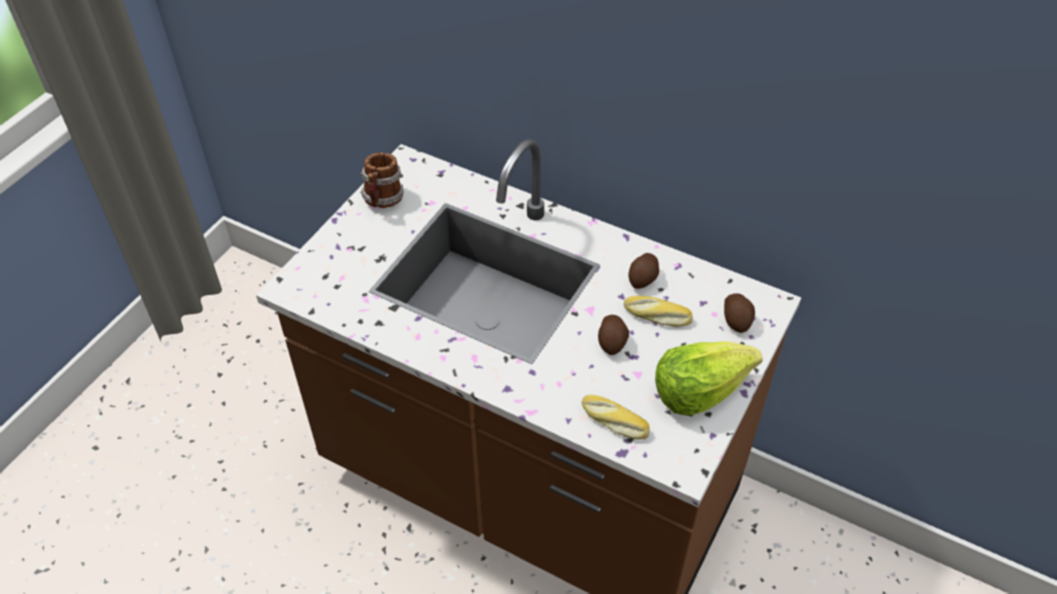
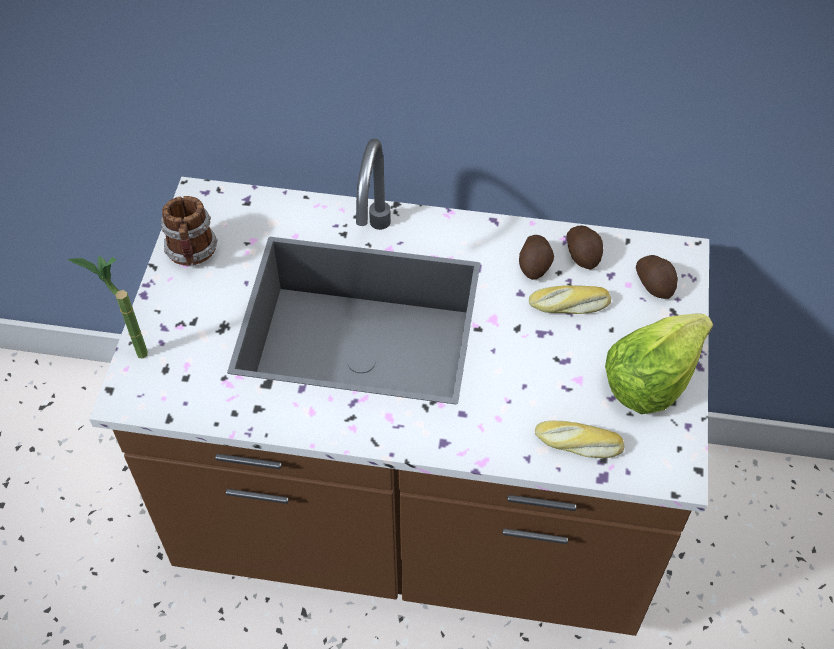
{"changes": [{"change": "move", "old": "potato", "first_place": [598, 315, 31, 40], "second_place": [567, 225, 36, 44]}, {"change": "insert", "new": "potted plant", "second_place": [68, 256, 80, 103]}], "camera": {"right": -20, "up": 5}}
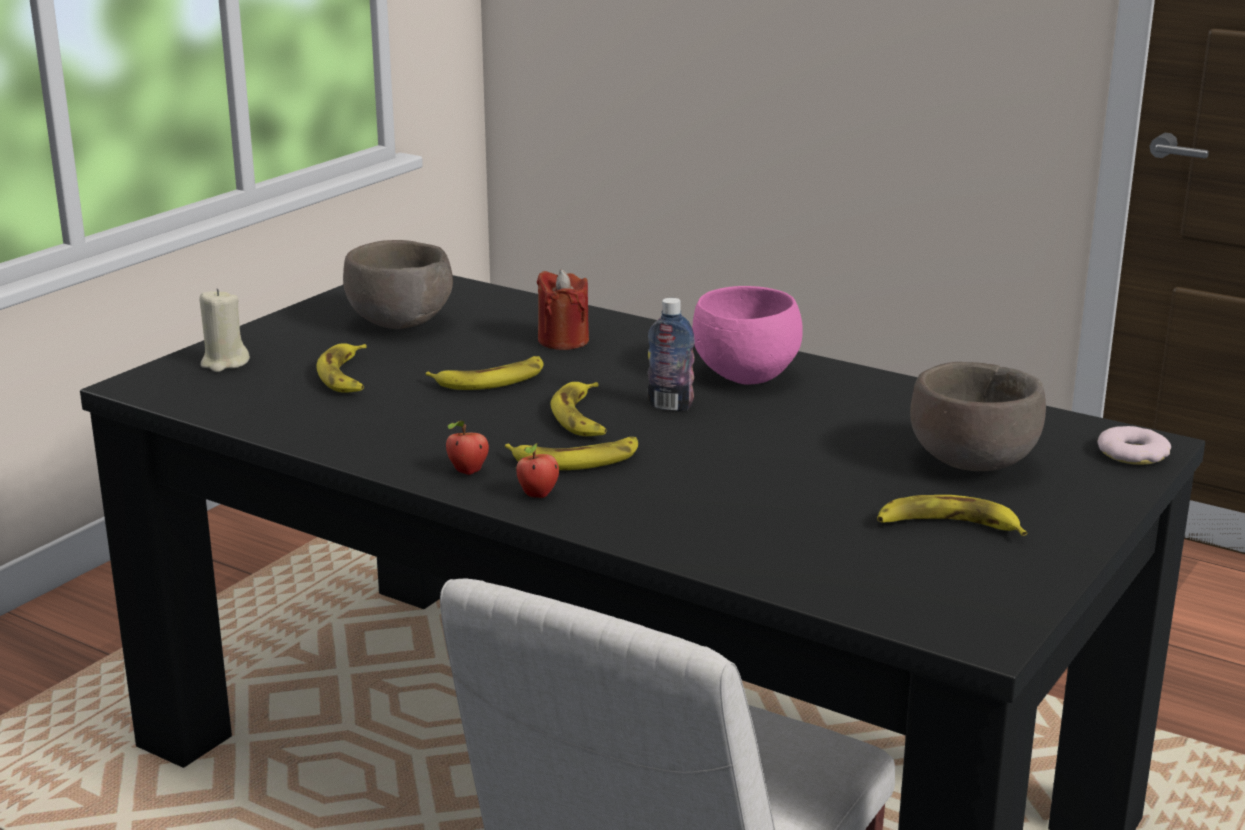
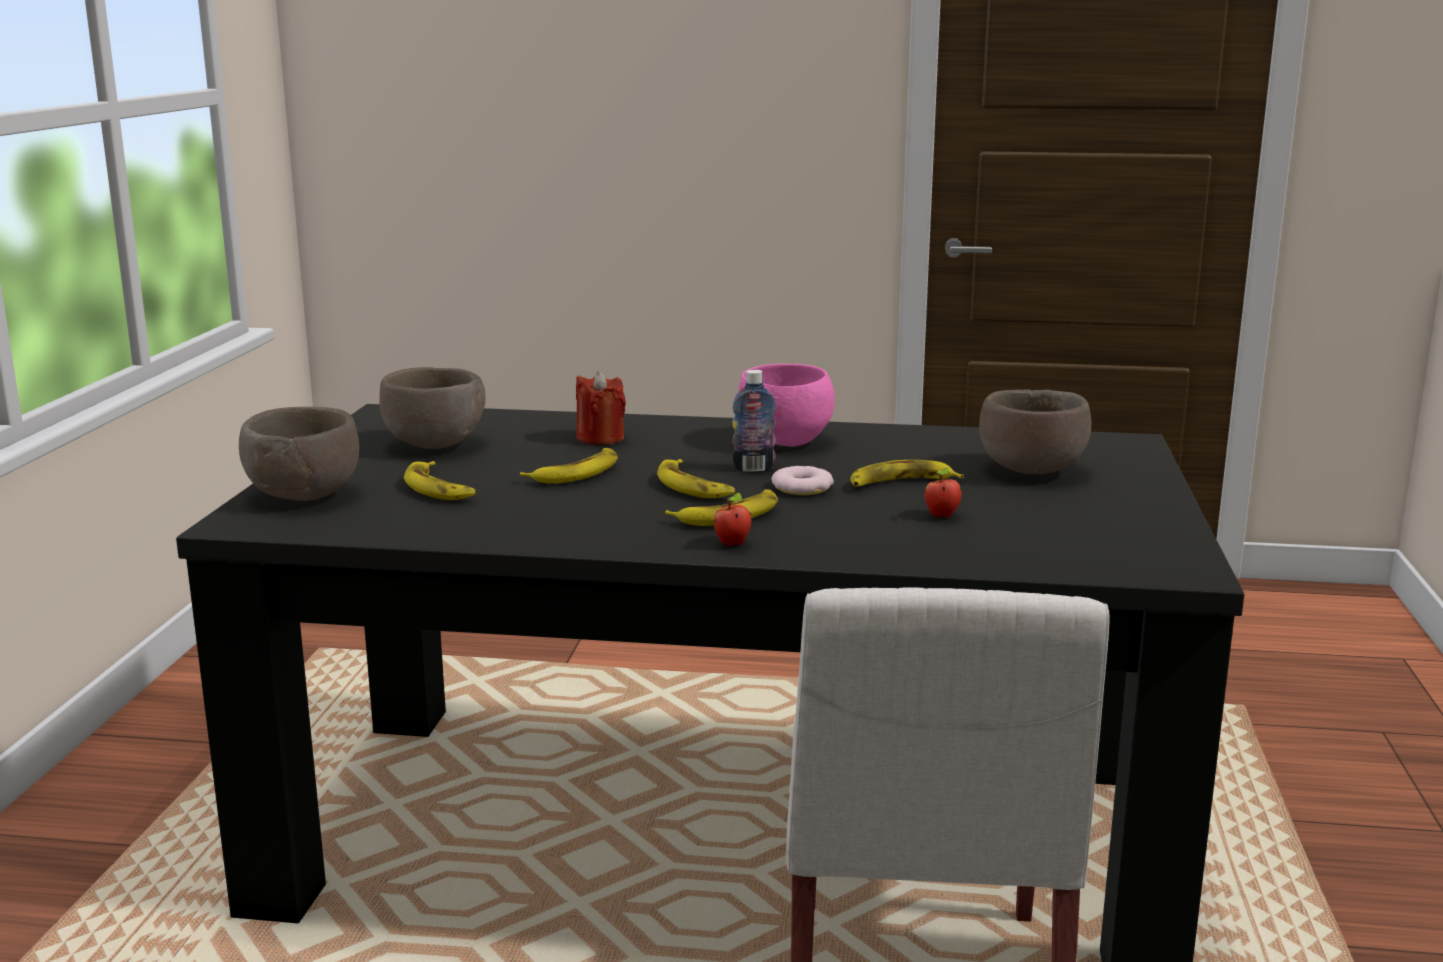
{"changes": [{"change": "replace", "old": "beige candle", "new": "brown bowl", "first_place": [199, 288, 51, 84], "second_place": [239, 407, 120, 94]}, {"change": "move", "old": "apple", "first_place": [446, 421, 43, 54], "second_place": [924, 467, 38, 51]}, {"change": "move", "old": "banana", "first_place": [877, 495, 151, 41], "second_place": [850, 460, 114, 27]}, {"change": "move", "old": "donut", "first_place": [1097, 426, 74, 39], "second_place": [771, 466, 63, 29]}], "camera": {"right": -25, "up": -5}}
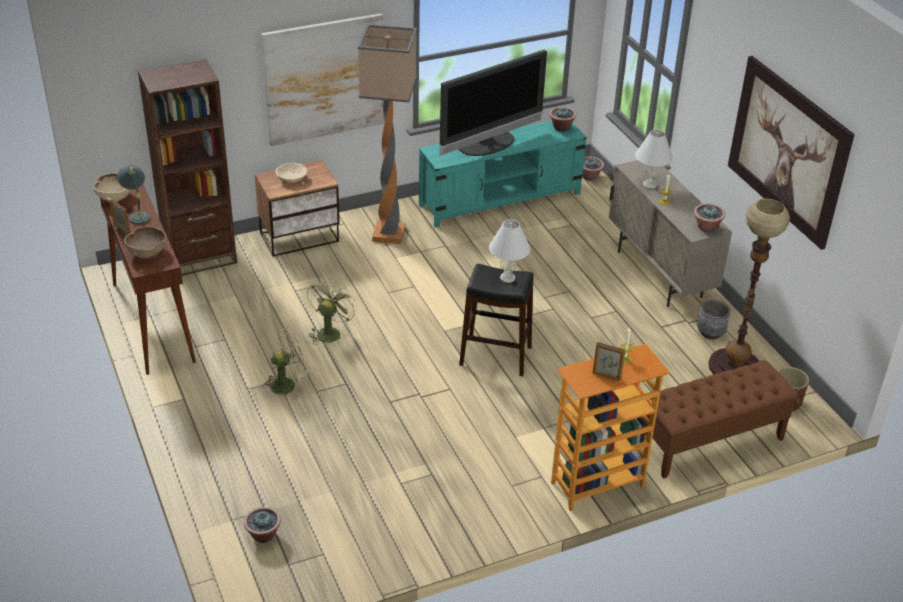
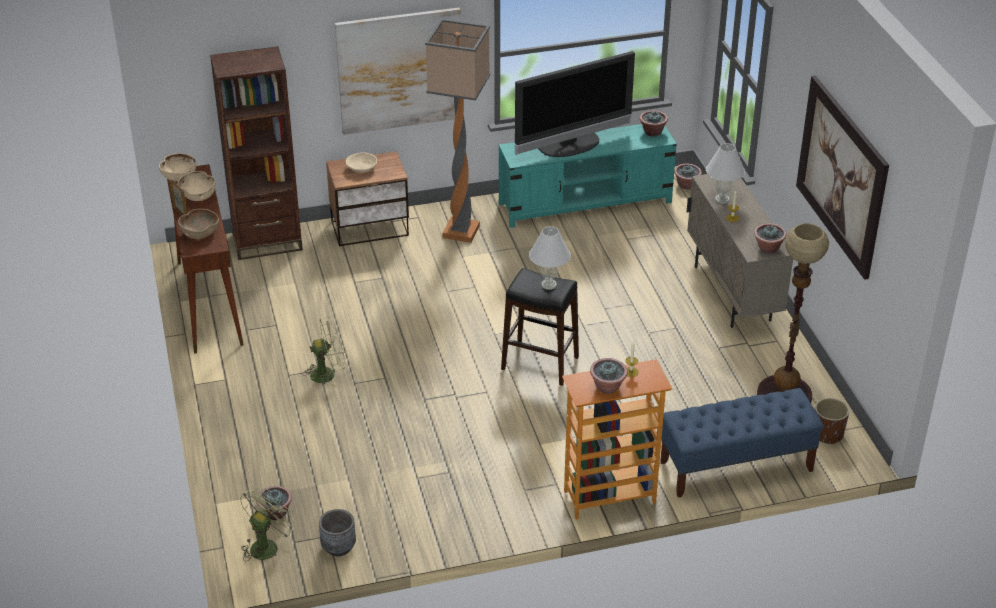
{"changes": [{"change": "replace", "old": "grey table lamp", "new": "beige bowl", "first_place": [117, 165, 33, 60], "second_place": [177, 171, 38, 30]}, {"change": "move", "old": "green fan", "first_place": [307, 278, 51, 67], "second_place": [240, 486, 57, 75]}, {"change": "replace", "old": "picture frame", "new": "potted plant", "first_place": [593, 342, 33, 39], "second_place": [590, 358, 38, 36]}, {"change": "recolor", "old": "brown bench", "new": "blue bench", "first_place": [645, 360, 153, 119], "second_place": [660, 388, 164, 110]}, {"change": "move", "old": "grey planter", "first_place": [697, 300, 33, 40], "second_place": [319, 509, 37, 47]}], "camera": {"right": 10, "up": 0}}
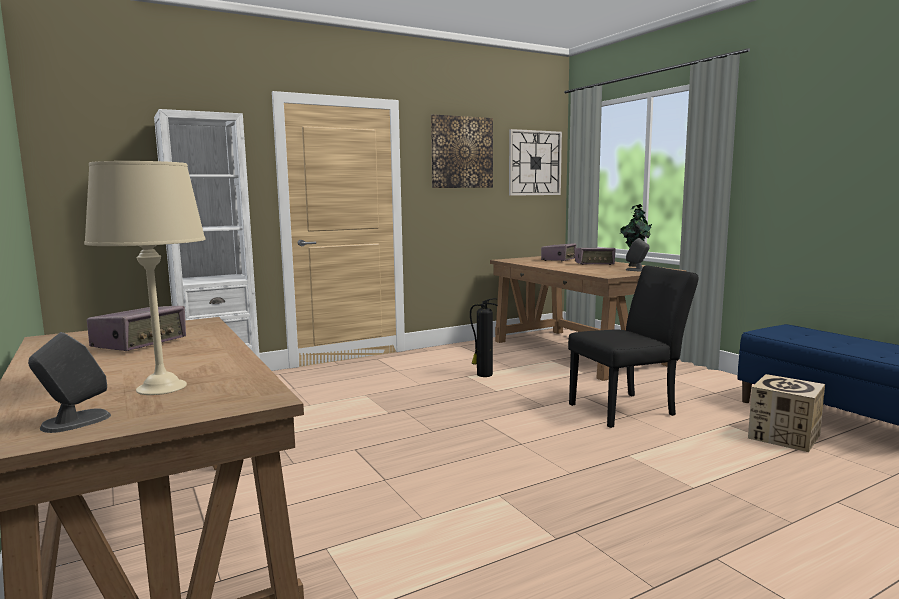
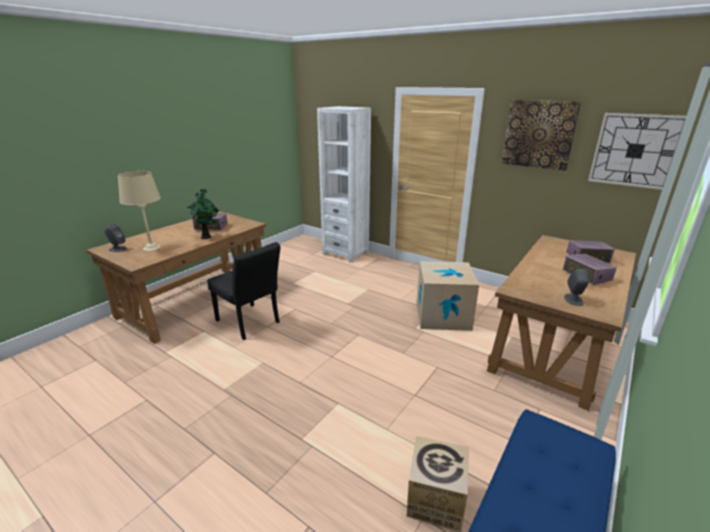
{"changes": [{"change": "replace", "old": "fire extinguisher", "new": "cardboard box", "first_place": [470, 298, 28, 79], "second_place": [417, 261, 62, 70]}, {"change": "move", "old": "black chair", "first_place": [568, 265, 131, 163], "second_place": [207, 242, 73, 98]}, {"change": "move", "old": "potted plant", "first_place": [620, 204, 32, 63], "second_place": [187, 189, 32, 50]}], "camera": {"right": 65, "up": 15}}
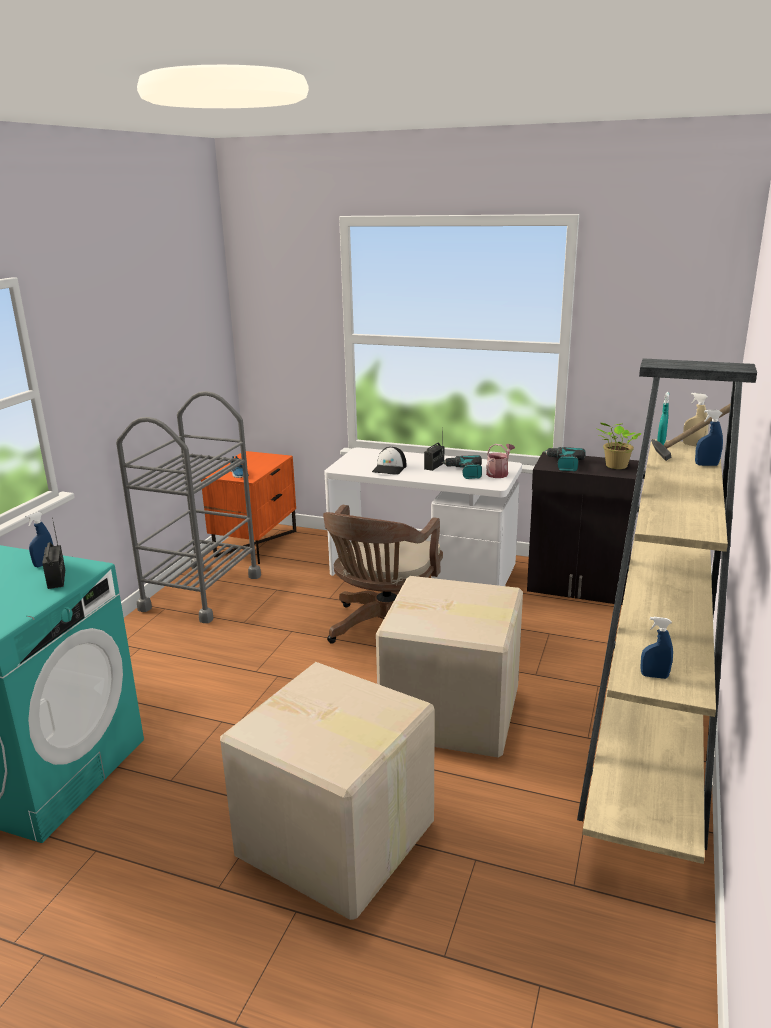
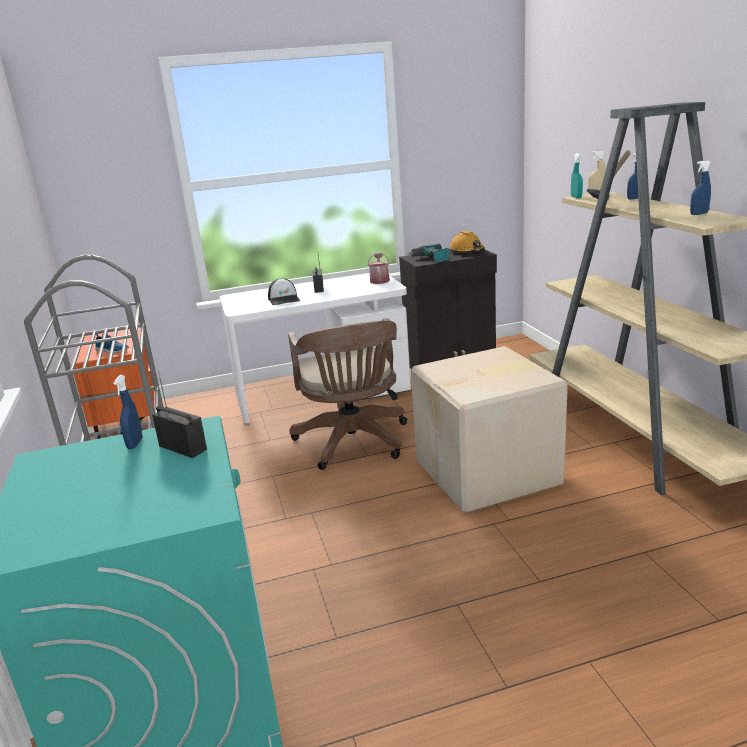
{"changes": [{"change": "delete", "old": "cardboard box", "first_place": [220, 662, 215, 258]}, {"change": "delete", "old": "power drill", "first_place": [441, 455, 41, 24]}, {"change": "replace", "old": "potted plant", "new": "orange hard hat", "first_place": [595, 423, 47, 46], "second_place": [450, 231, 35, 22]}, {"change": "move", "old": "blue spray bottle", "first_place": [641, 617, 32, 62], "second_place": [690, 160, 21, 55]}], "camera": {"right": -35, "up": 0}}
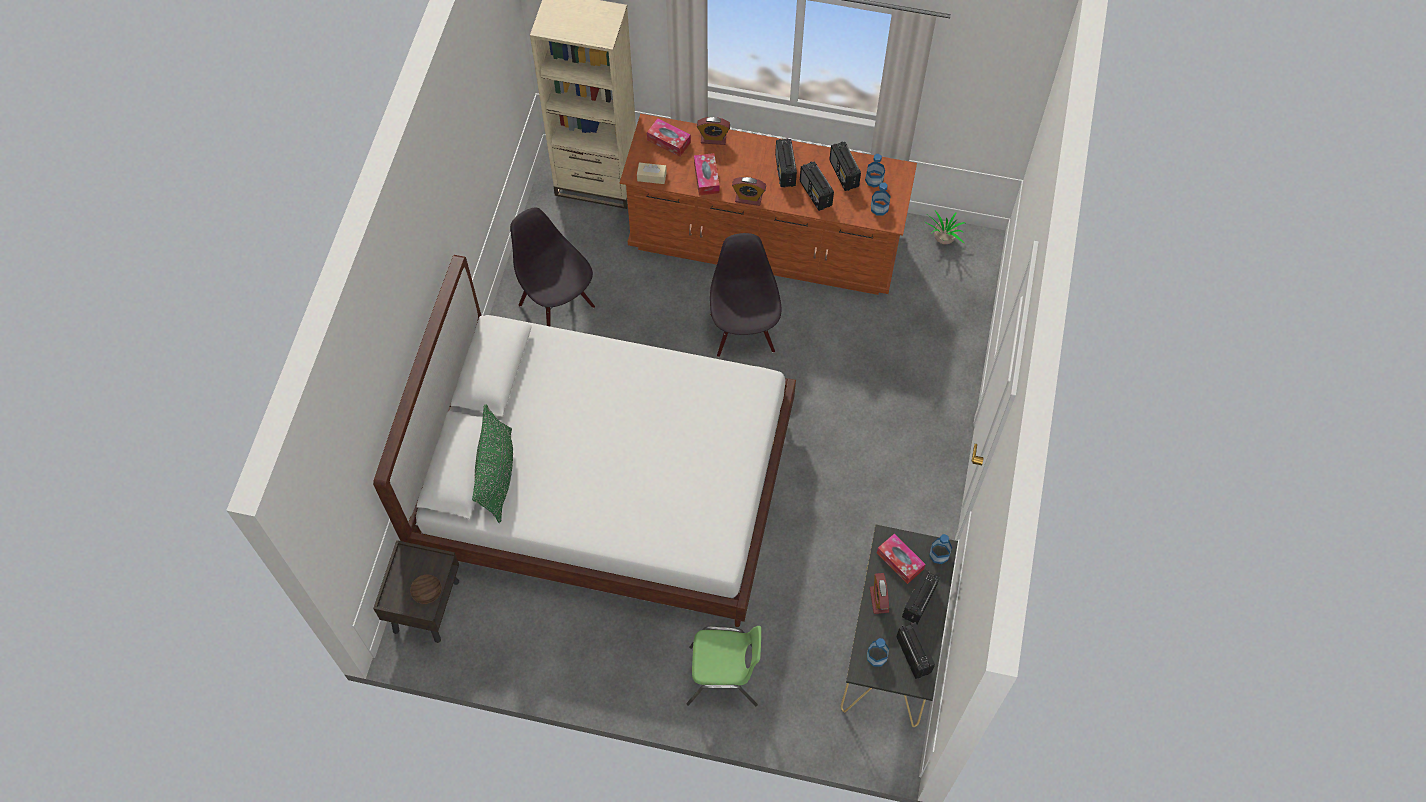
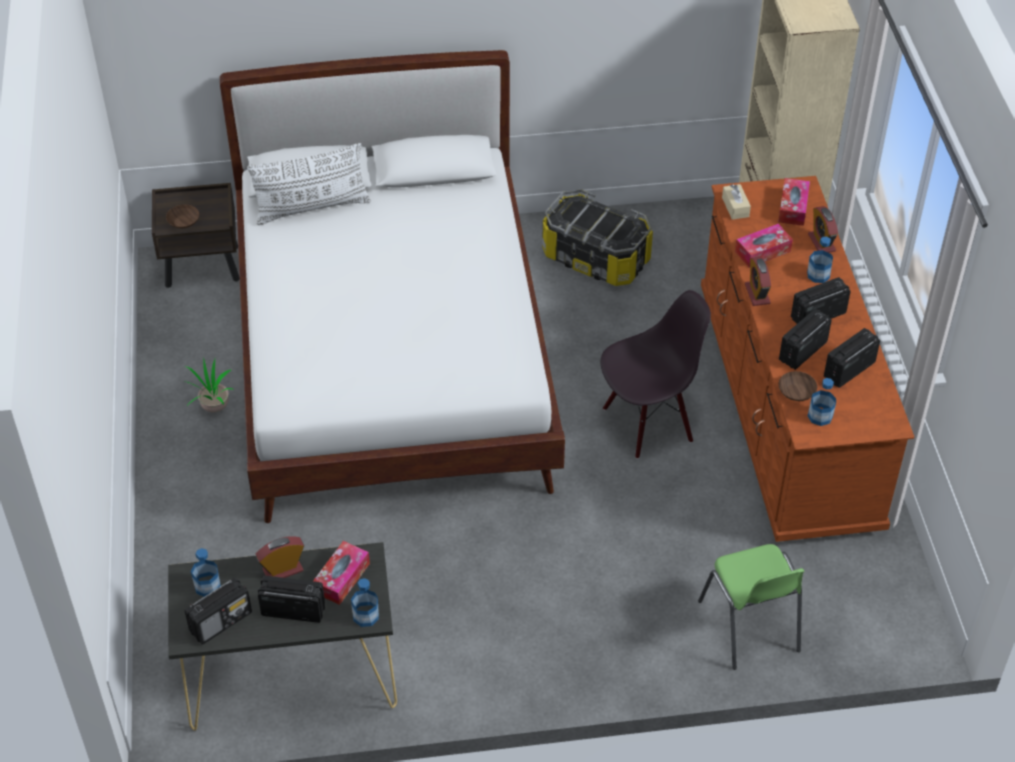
{"changes": [{"change": "recolor", "old": "green pillow", "new": "white pillow", "first_place": [472, 404, 41, 119], "second_place": [247, 143, 124, 82]}, {"change": "replace", "old": "black chair", "new": "storage box", "first_place": [510, 208, 85, 119], "second_place": [542, 189, 111, 97]}, {"change": "move", "old": "green chair", "first_place": [686, 626, 75, 80], "second_place": [698, 544, 106, 126]}, {"change": "move", "old": "bottle", "first_place": [865, 154, 20, 34], "second_place": [807, 237, 26, 46]}, {"change": "move", "old": "potted plant", "first_place": [923, 210, 42, 34], "second_place": [185, 359, 50, 53]}, {"change": "insert", "new": "brown bowl", "second_place": [778, 371, 39, 30]}], "camera": {"right": 70, "up": -15}}
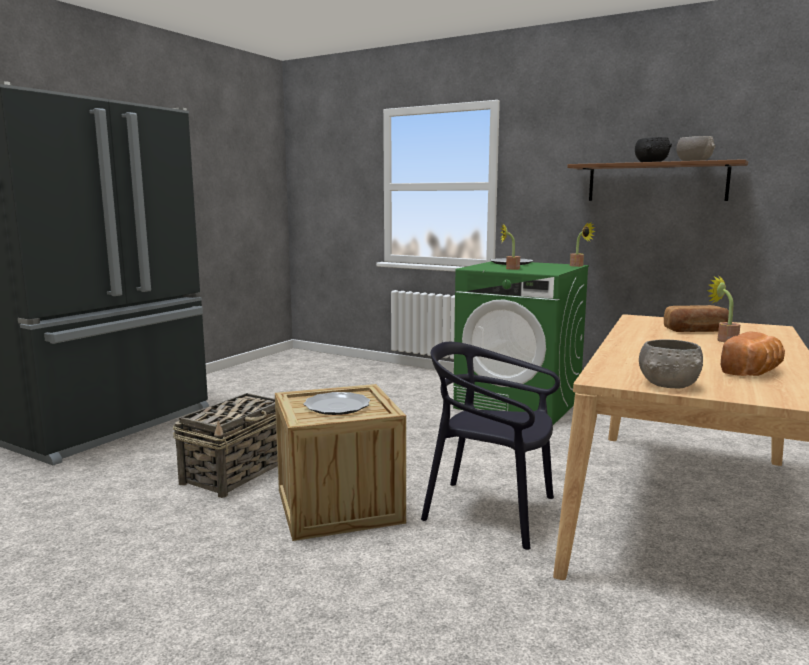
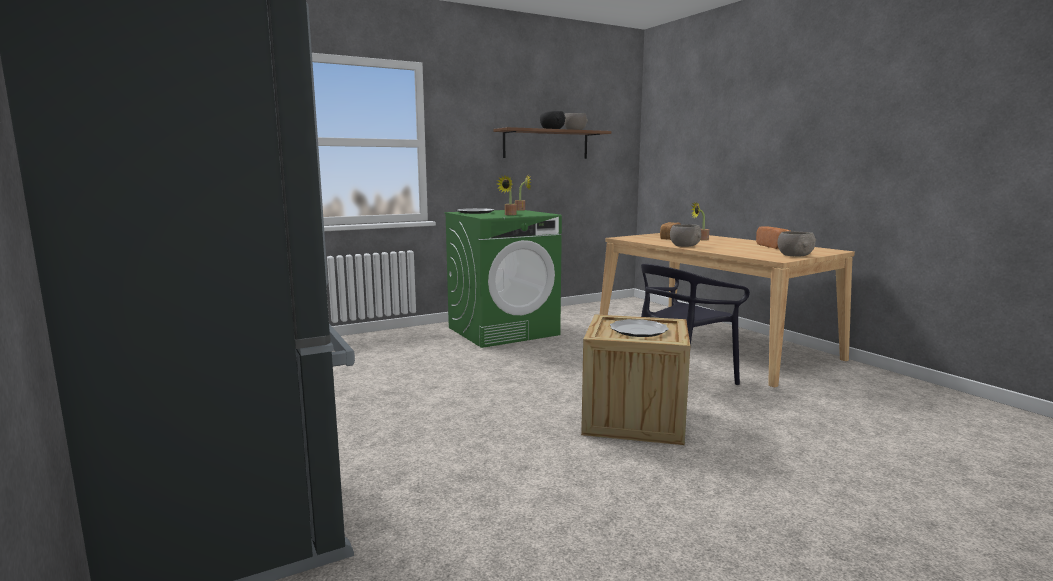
{"changes": [{"change": "delete", "old": "basket", "first_place": [173, 393, 105, 105]}, {"change": "insert", "new": "grey bowl", "second_place": [670, 224, 31, 23]}], "camera": {"right": -60, "up": 0}}
